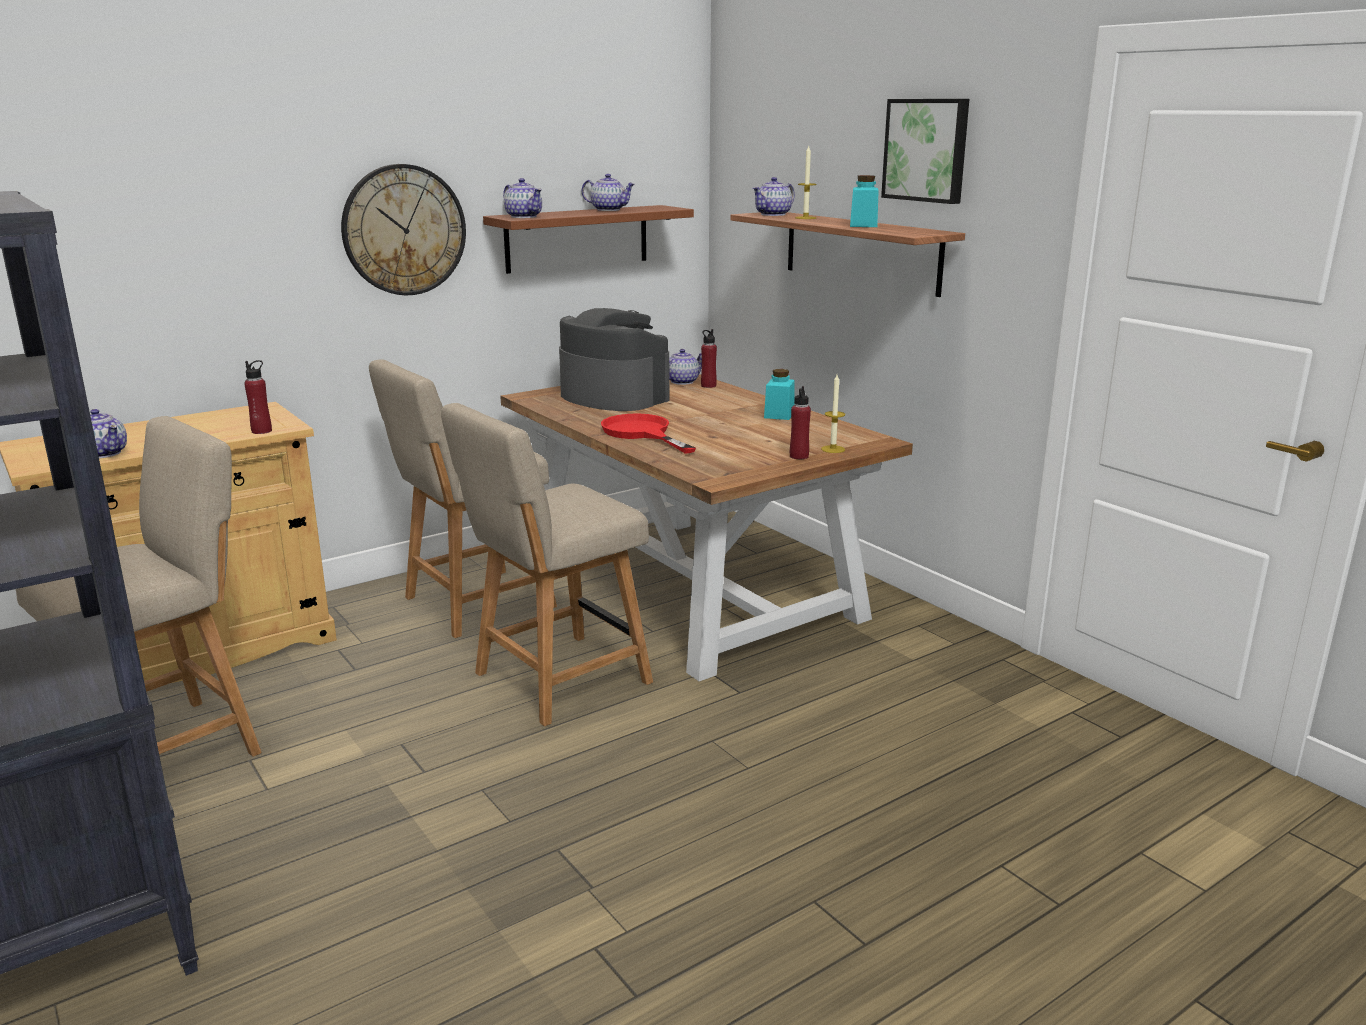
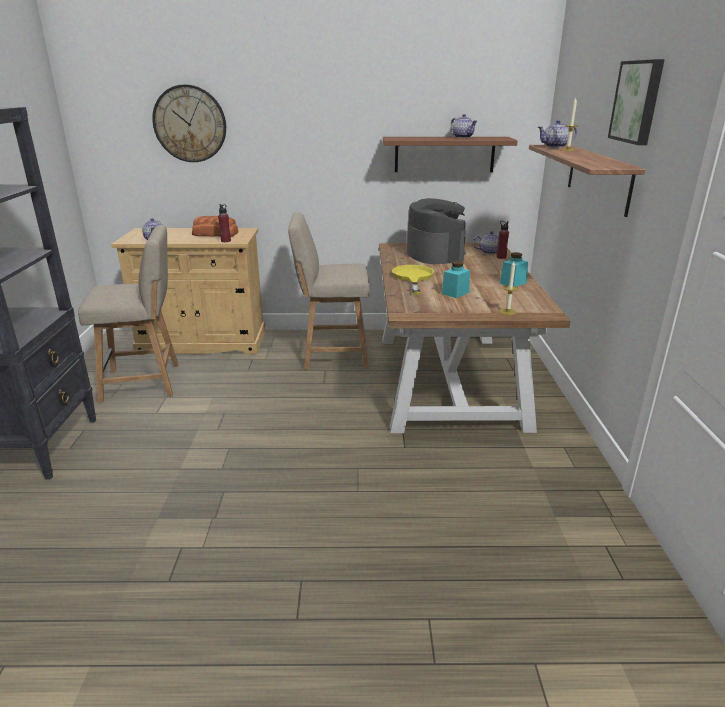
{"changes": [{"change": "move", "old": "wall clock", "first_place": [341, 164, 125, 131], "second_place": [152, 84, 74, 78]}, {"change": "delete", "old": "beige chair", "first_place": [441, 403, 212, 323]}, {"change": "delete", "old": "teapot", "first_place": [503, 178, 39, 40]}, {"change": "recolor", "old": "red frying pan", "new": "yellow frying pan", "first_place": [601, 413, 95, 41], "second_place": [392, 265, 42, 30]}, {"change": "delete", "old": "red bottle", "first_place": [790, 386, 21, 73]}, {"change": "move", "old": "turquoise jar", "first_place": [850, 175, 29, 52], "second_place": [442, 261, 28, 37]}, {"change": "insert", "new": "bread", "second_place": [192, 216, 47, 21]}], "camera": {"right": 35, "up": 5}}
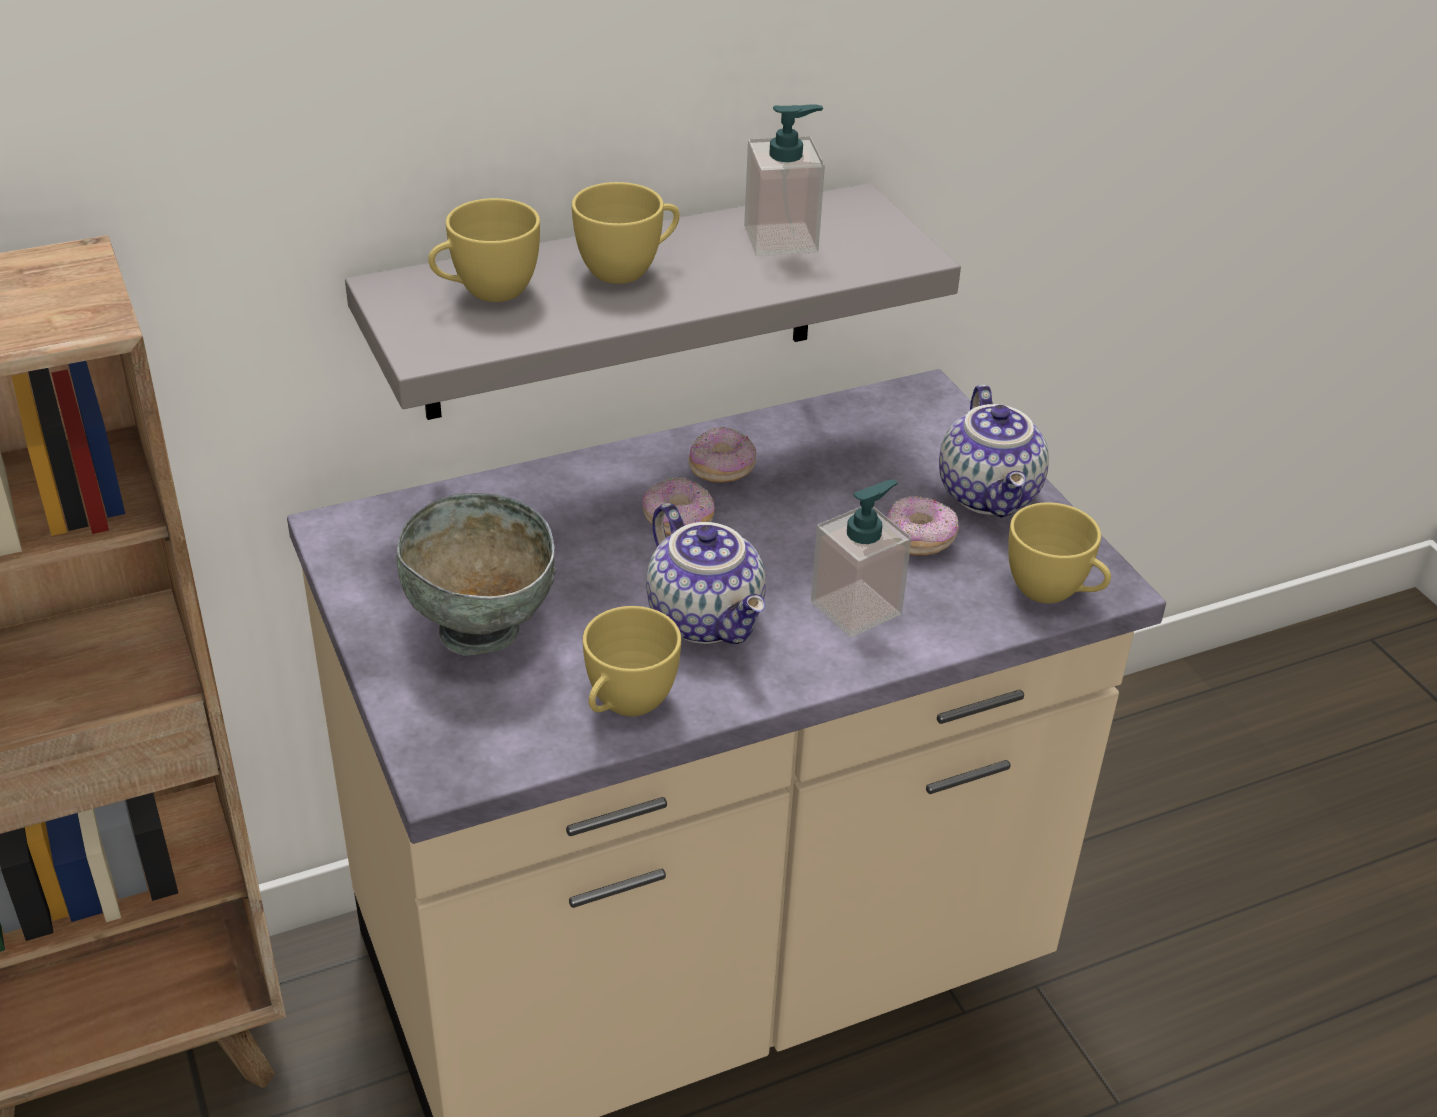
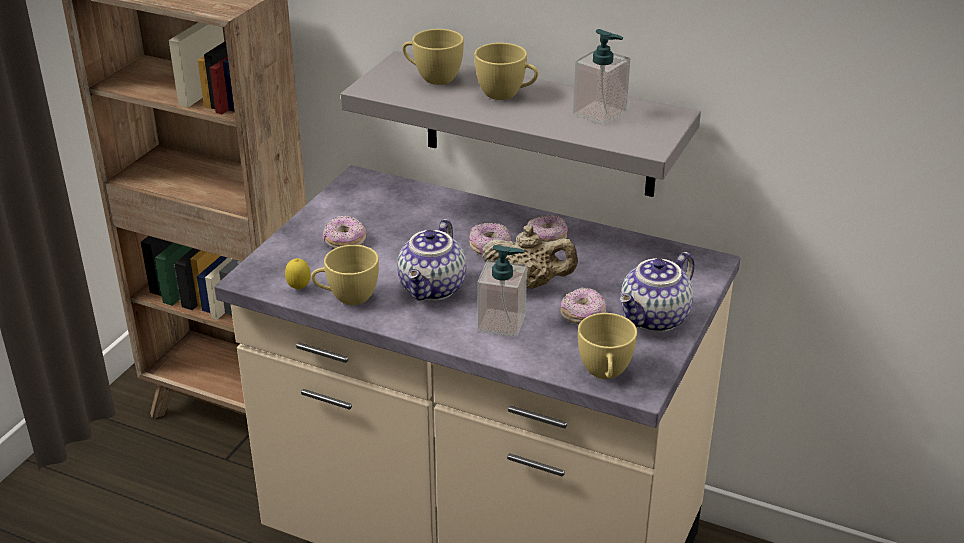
{"changes": [{"change": "replace", "old": "grey bowl", "new": "donut", "first_place": [396, 493, 160, 163], "second_place": [323, 216, 43, 32]}, {"change": "insert", "new": "lemon", "second_place": [285, 258, 26, 32]}, {"change": "insert", "new": "beige teapot", "second_place": [482, 225, 96, 64]}], "camera": {"right": 50, "up": -5}}
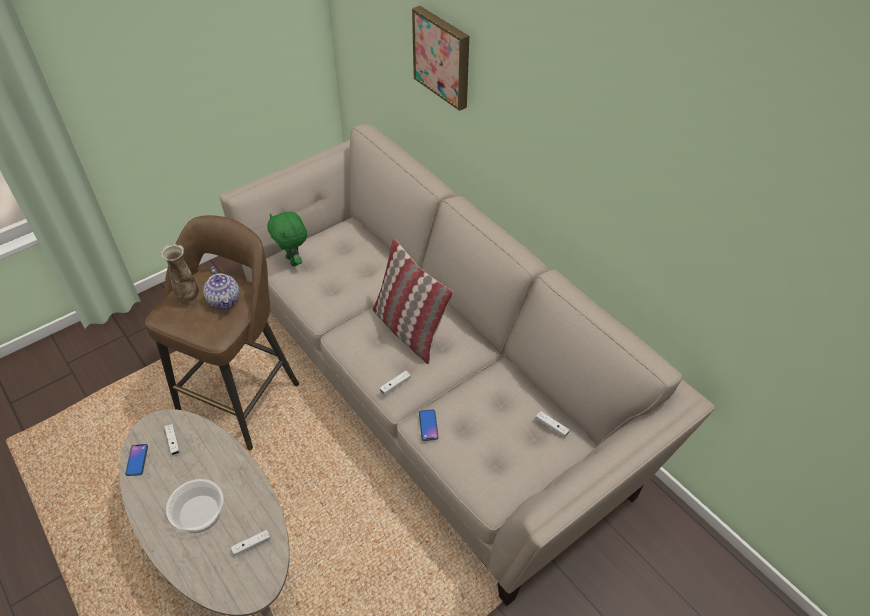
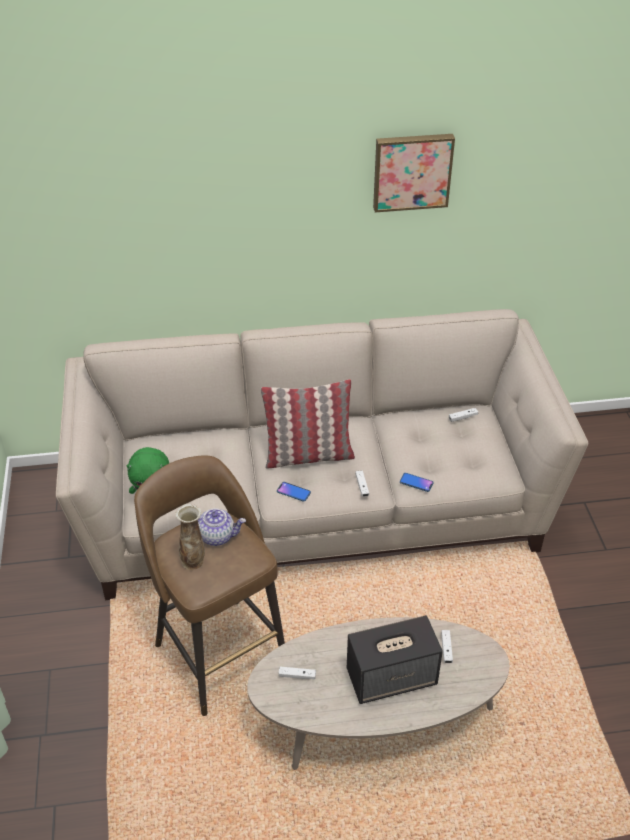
{"changes": [{"change": "move", "old": "phone", "first_place": [125, 444, 23, 32], "second_place": [277, 482, 34, 20]}, {"change": "replace", "old": "bowl", "new": "speaker", "first_place": [166, 479, 58, 54], "second_place": [347, 615, 96, 89]}, {"change": "move", "old": "picture", "first_place": [412, 6, 57, 105], "second_place": [373, 134, 82, 79]}], "camera": {"right": -60, "up": -5}}
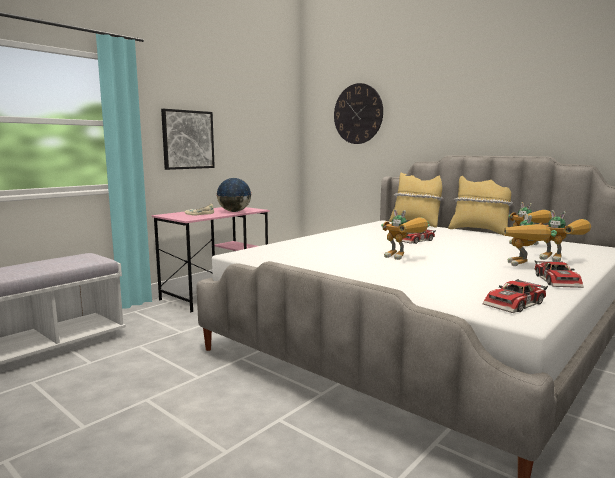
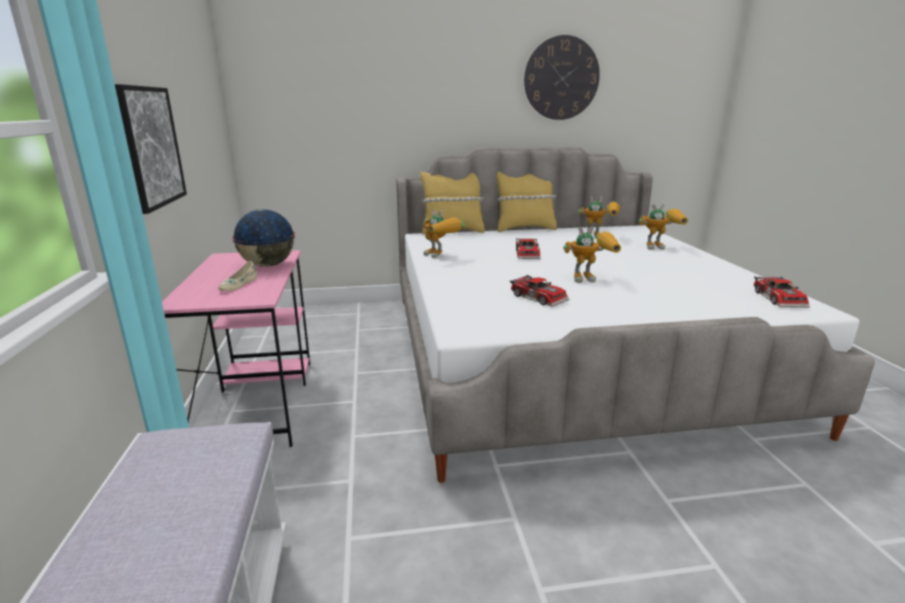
{"changes": [{"change": "move", "old": "wall clock", "first_place": [334, 83, 49, 61], "second_place": [524, 35, 76, 85]}, {"change": "move", "old": "toy robot", "first_place": [504, 213, 53, 53], "second_place": [423, 209, 42, 49]}, {"change": "move", "old": "toy car", "first_place": [535, 260, 49, 28], "second_place": [510, 275, 59, 32]}], "camera": {"right": -50, "up": 10}}
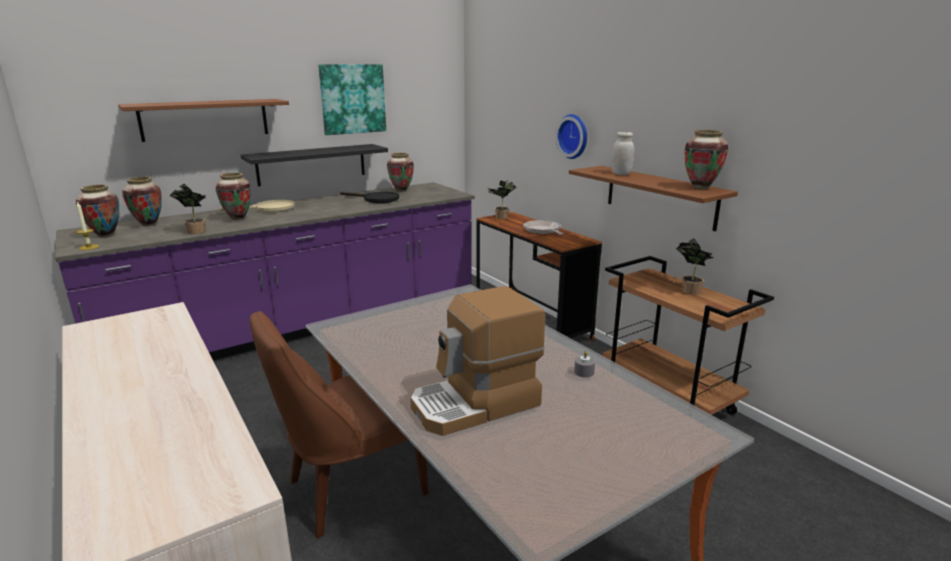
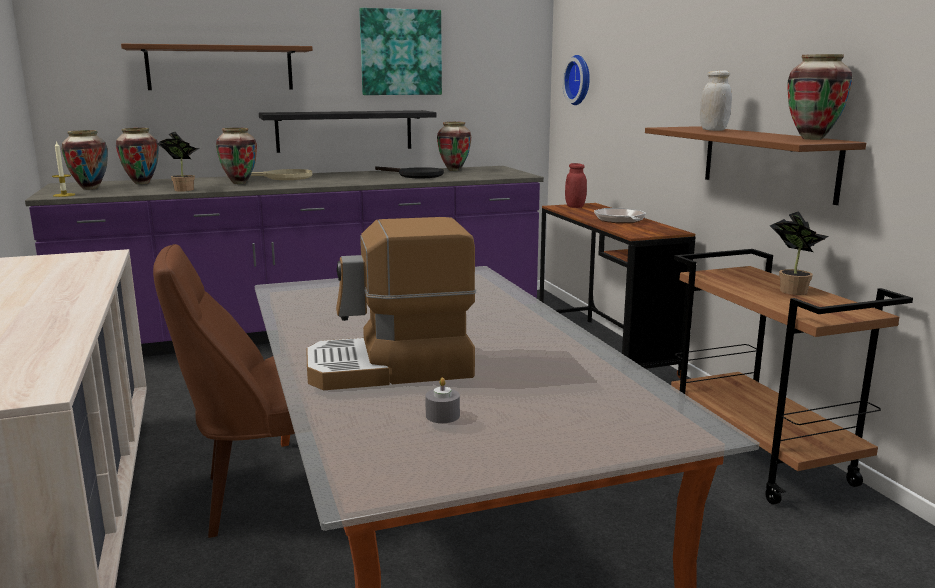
{"changes": [{"change": "replace", "old": "potted plant", "new": "red jar", "first_place": [488, 181, 28, 38], "second_place": [565, 163, 22, 45]}, {"change": "move", "old": "wall clock", "first_place": [555, 114, 32, 45], "second_place": [562, 55, 28, 50]}, {"change": "move", "old": "grey candle", "first_place": [574, 351, 21, 26], "second_place": [425, 377, 35, 46]}], "camera": {"right": 15, "up": -5}}
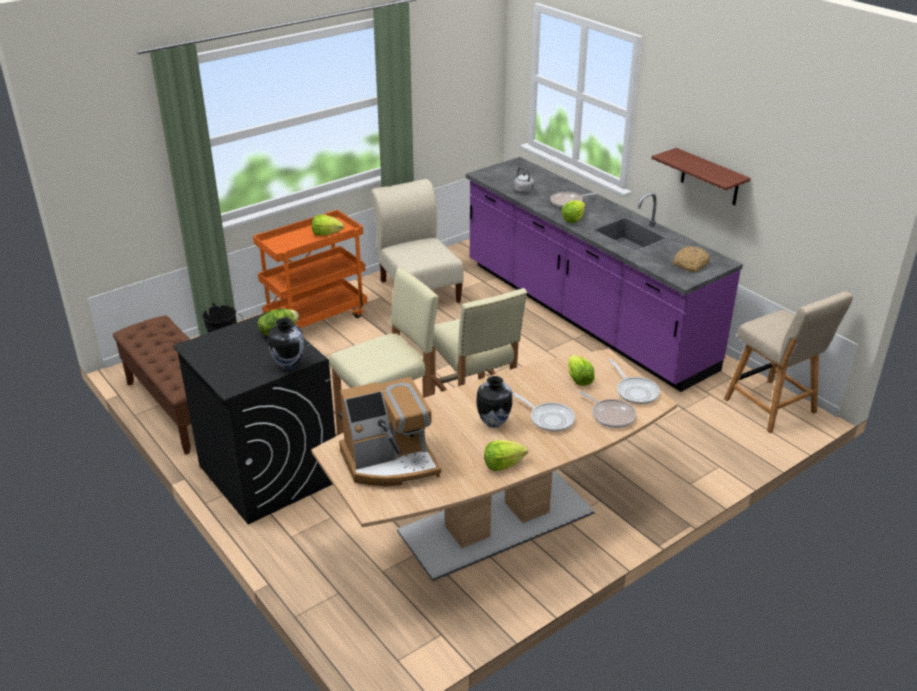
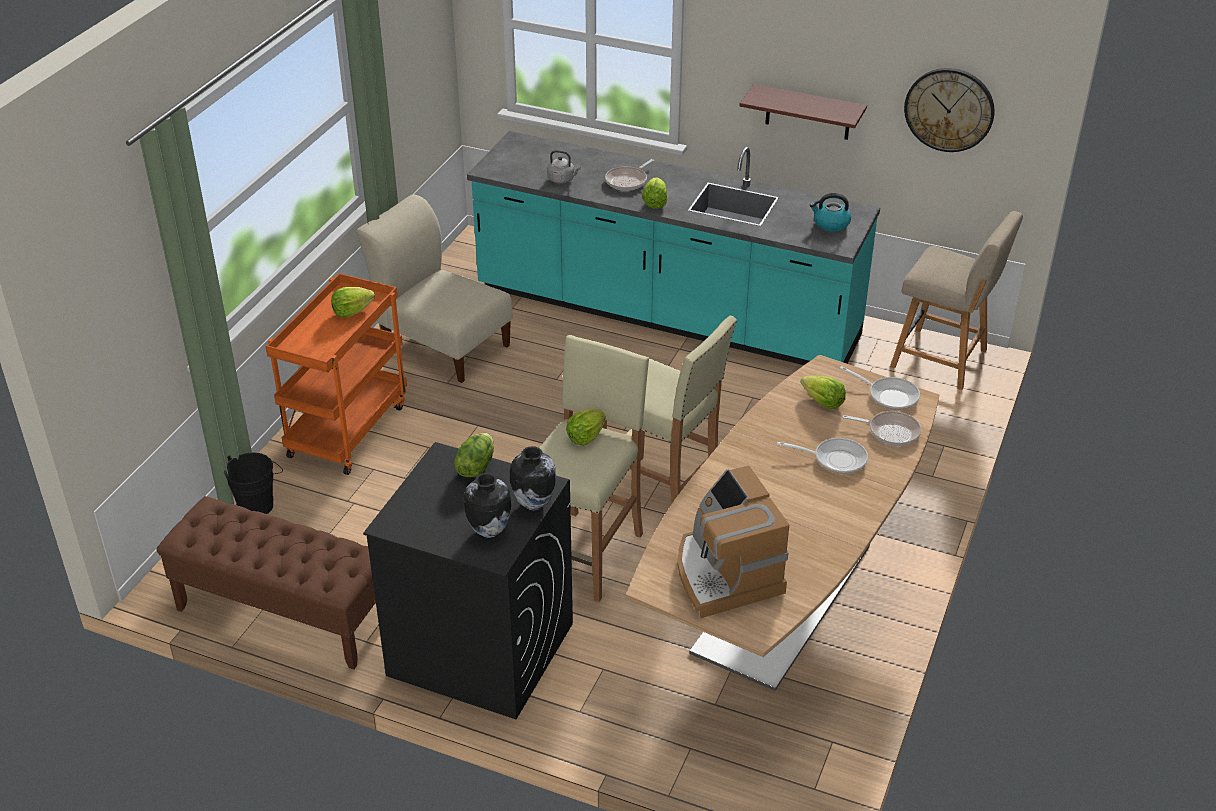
{"changes": [{"change": "rotate", "old": "coffee machine", "first_place": [339, 377, 102, 109], "second_place": [678, 466, 111, 152], "degrees": 120}, {"change": "recolor", "old": "purple counter", "new": "turquoise counter", "first_place": [466, 157, 277, 235], "second_place": [467, 131, 413, 234]}, {"change": "move", "old": "vase", "first_place": [477, 376, 35, 52], "second_place": [464, 473, 47, 65]}, {"change": "move", "old": "lettuce", "first_place": [484, 440, 44, 31], "second_place": [566, 409, 40, 37]}, {"change": "replace", "old": "bread", "new": "kettle", "first_place": [673, 246, 37, 26], "second_place": [810, 193, 41, 39]}, {"change": "insert", "new": "wall clock", "second_place": [904, 68, 91, 84]}], "camera": {"right": -30, "up": 5}}
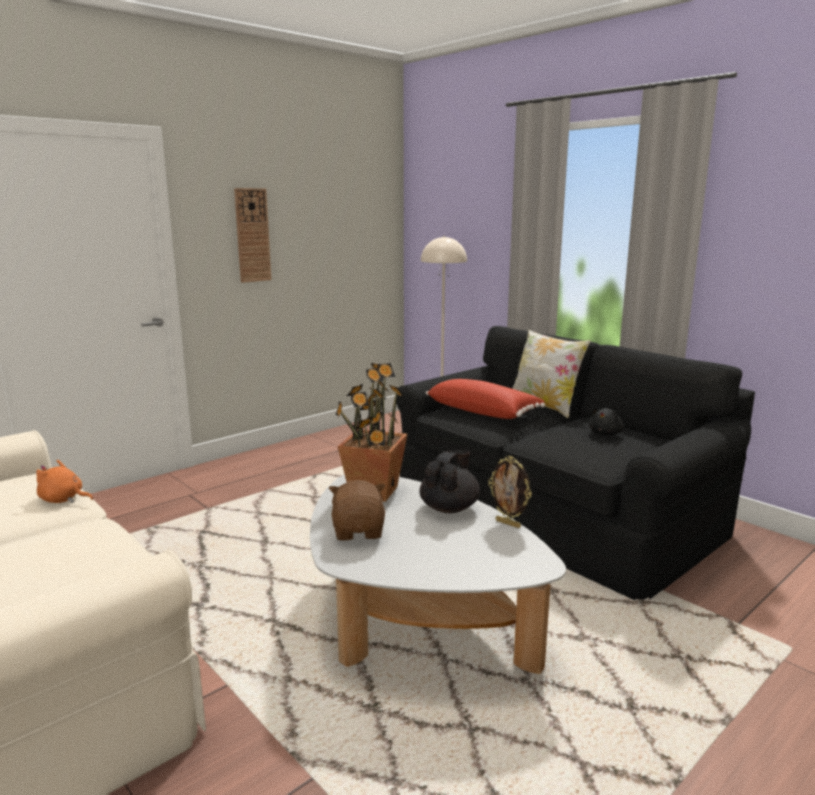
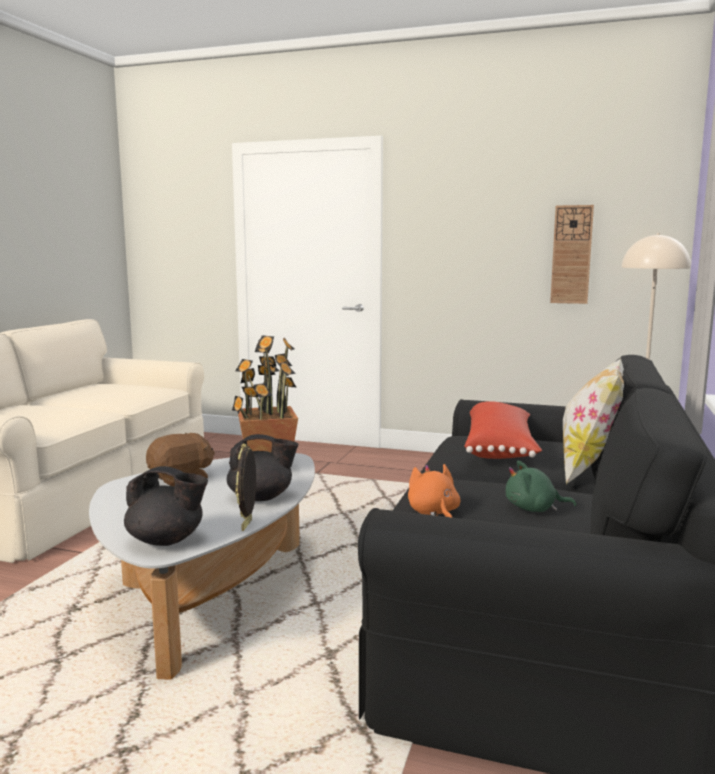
{"changes": [{"change": "move", "old": "orange plush toy", "first_place": [36, 460, 57, 43], "second_place": [408, 464, 52, 54]}, {"change": "move", "old": "wall clock", "first_place": [234, 188, 37, 95], "second_place": [550, 205, 44, 99]}, {"change": "recolor", "old": "black plush toy", "new": "green plush toy", "first_place": [589, 407, 35, 28], "second_place": [505, 461, 72, 51]}, {"change": "insert", "new": "black teapot", "second_place": [124, 466, 84, 80]}], "camera": {"right": 60, "up": -5}}
